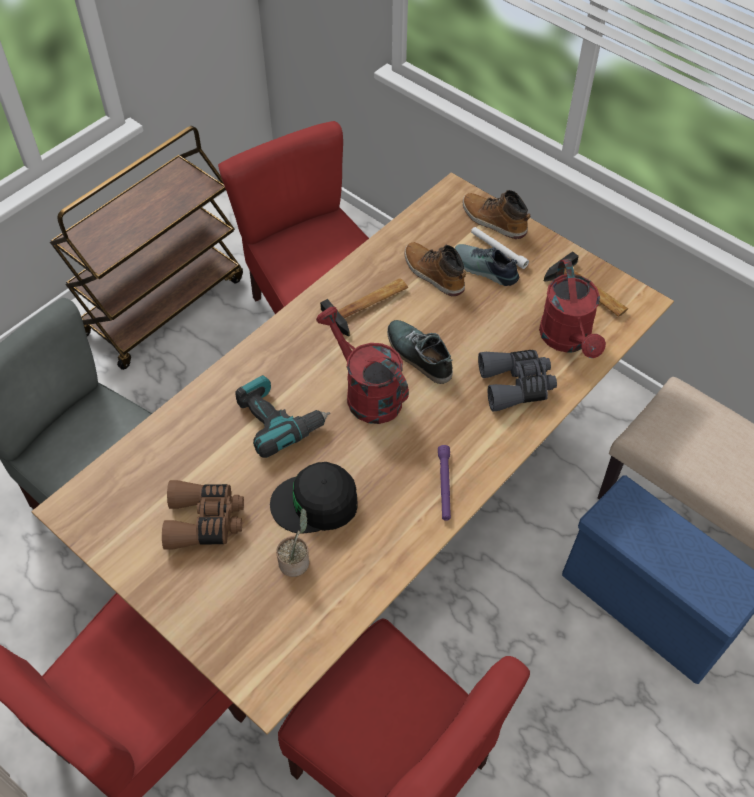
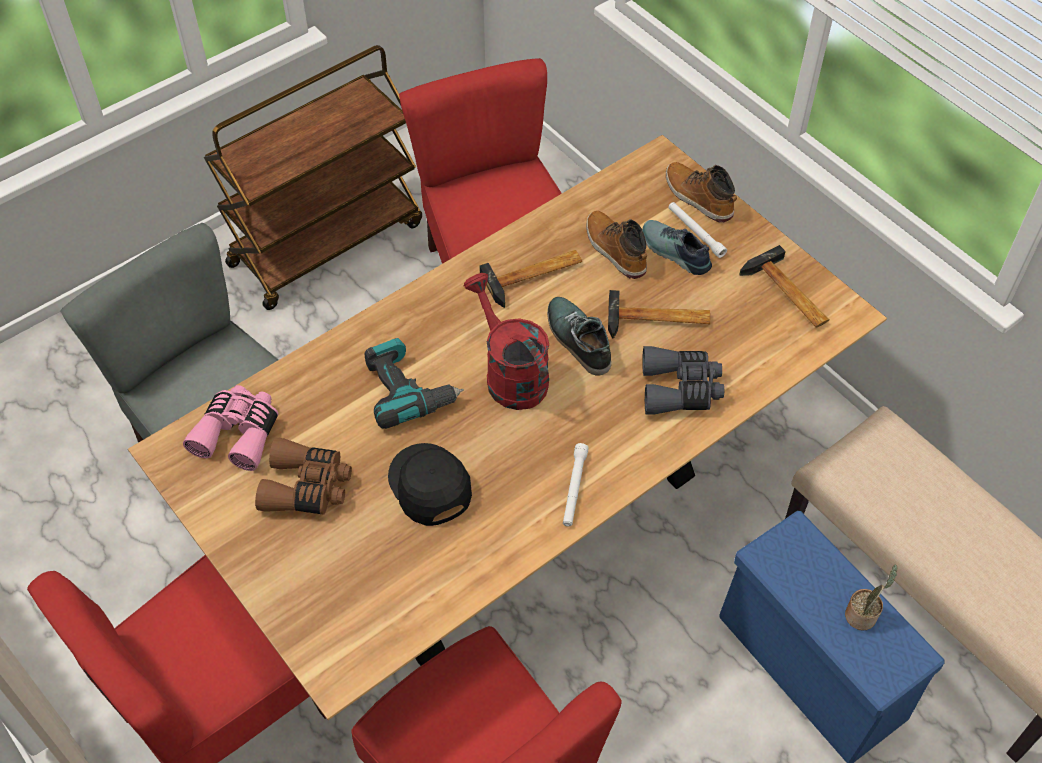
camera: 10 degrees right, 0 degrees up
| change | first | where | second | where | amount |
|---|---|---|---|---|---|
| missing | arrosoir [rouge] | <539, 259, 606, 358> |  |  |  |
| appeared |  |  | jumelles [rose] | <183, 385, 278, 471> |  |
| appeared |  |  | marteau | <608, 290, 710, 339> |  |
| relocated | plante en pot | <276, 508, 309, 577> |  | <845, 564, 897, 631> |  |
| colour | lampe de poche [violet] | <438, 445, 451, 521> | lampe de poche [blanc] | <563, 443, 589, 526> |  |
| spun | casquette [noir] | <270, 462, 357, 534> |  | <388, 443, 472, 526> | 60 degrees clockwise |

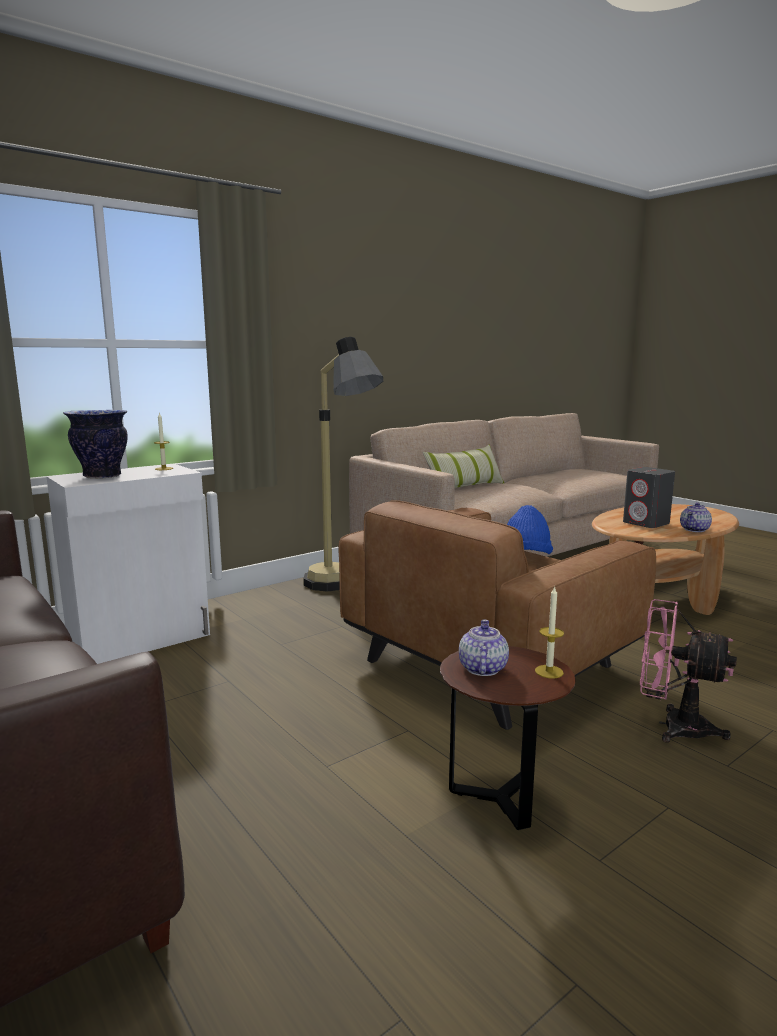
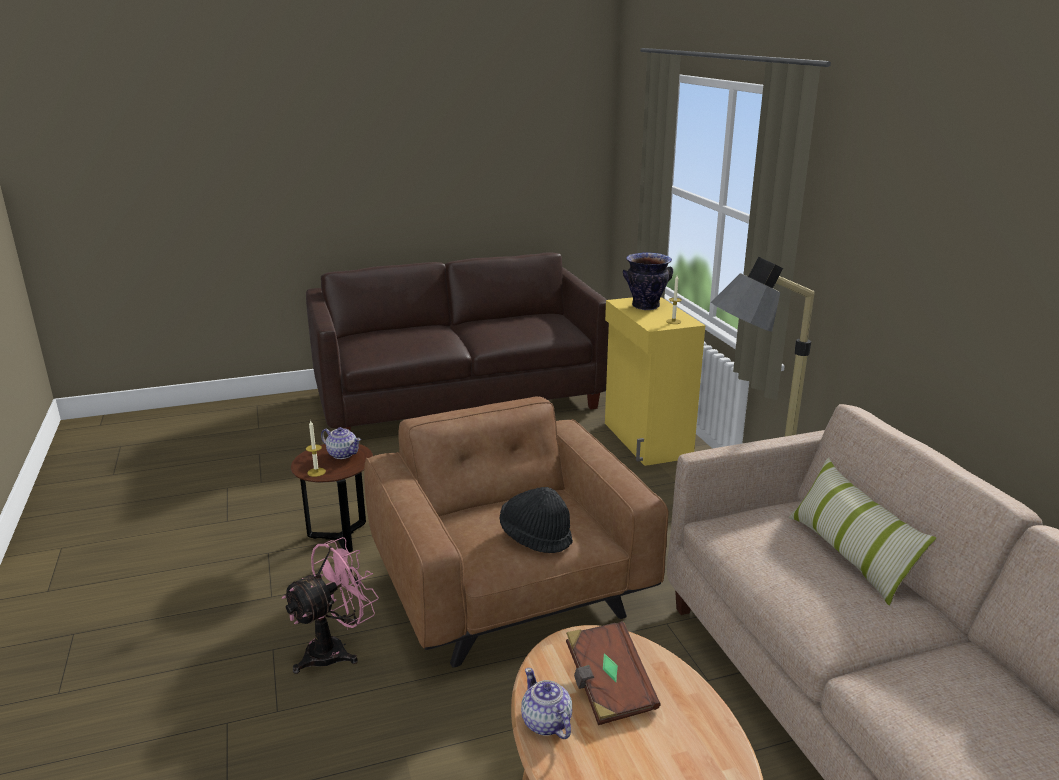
camera: 110 degrees right, 10 degrees up
| change | first | where | second | where | amount |
|---|---|---|---|---|---|
| exchanged | enceinte [gris] | <623, 467, 675, 528> | livre [marron] | <566, 621, 661, 725> |  |
| colour | meuble de rangement [blanc] | <46, 464, 210, 664> | meuble de rangement [jaune] | <605, 297, 705, 466> |  |
| colour | chapeau [bleu] | <507, 505, 553, 554> | chapeau [noir] | <499, 487, 573, 553> |  |

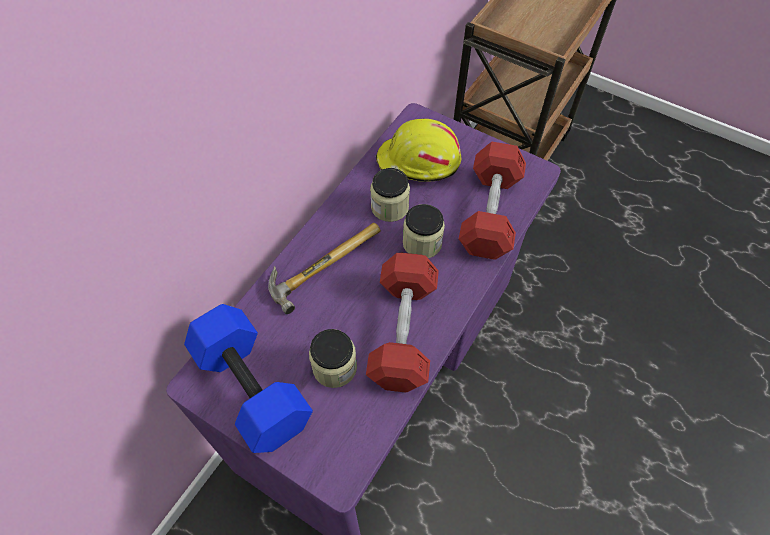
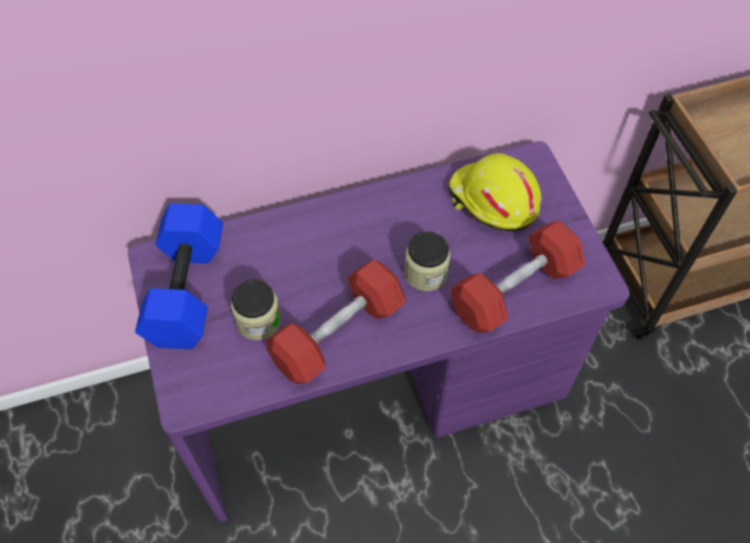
camera: 40 degrees right, 0 degrees up
| change | first | where | second | where | amount |
|---|---|---|---|---|---|
| missing | marteau | <268, 223, 381, 314> |  |  |  |
| missing | bocal | <370, 168, 410, 222> |  |  |  |

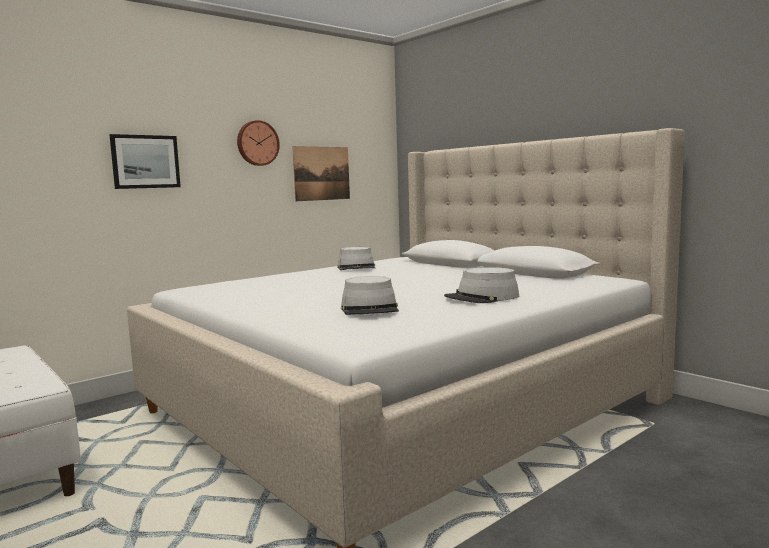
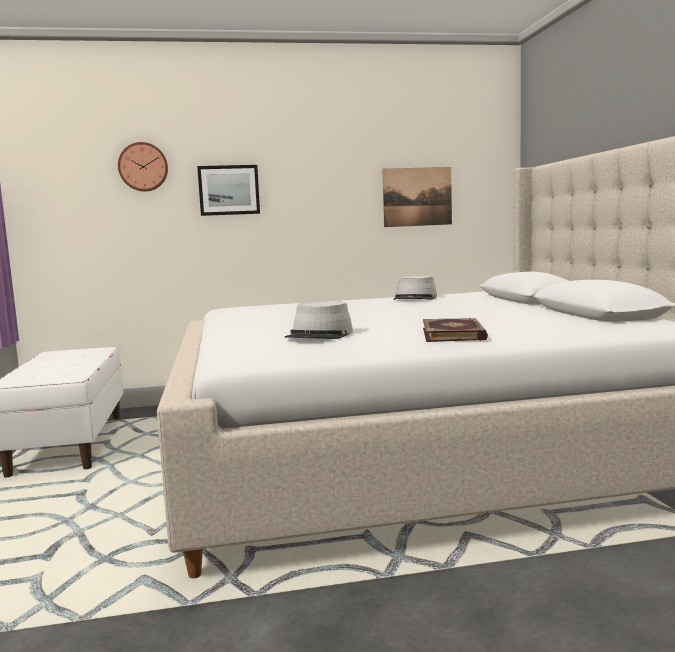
camera: 30 degrees right, 0 degrees up
| change | first | where | second | where | amount |
|---|---|---|---|---|---|
| relocated | horloge murale | <237, 120, 280, 166> |  | <118, 142, 168, 192> |  |
| exchanged | chapeau [gris] | <444, 267, 519, 303> | livre | <423, 318, 488, 342> |  |

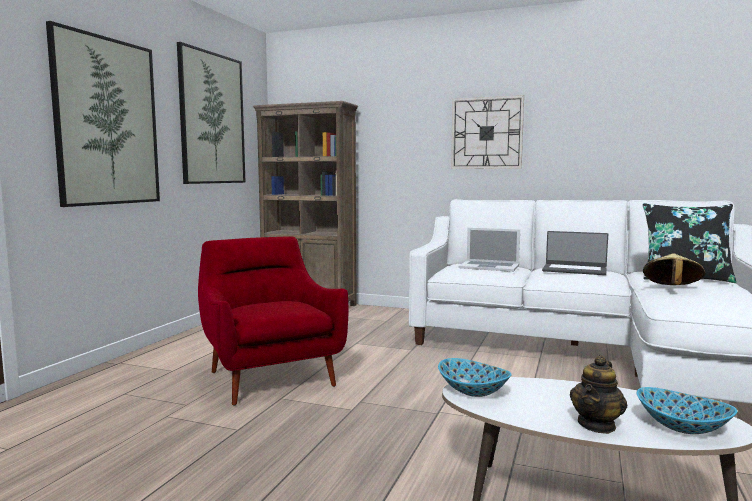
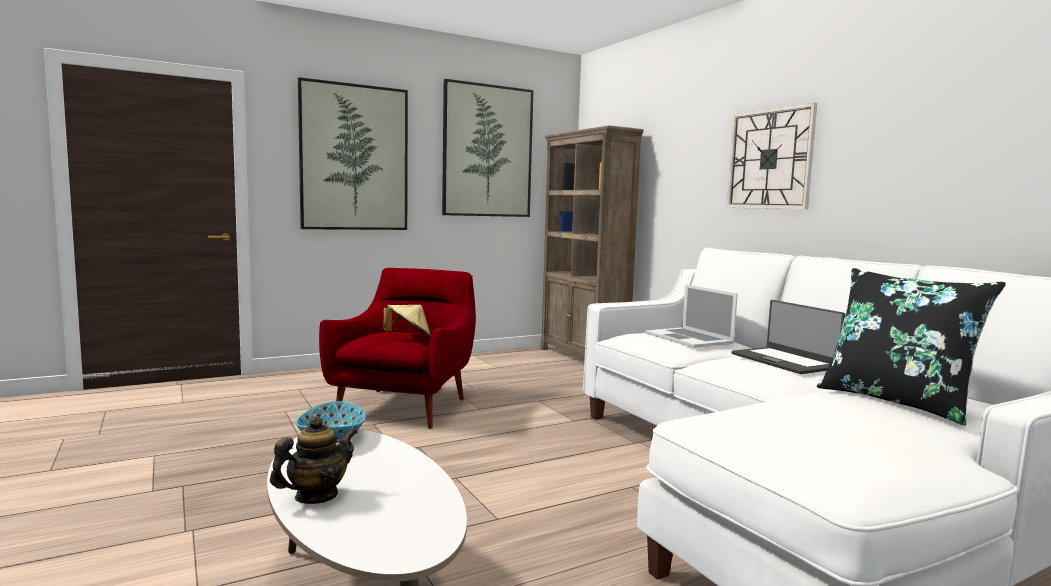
camera: 40 degrees right, 0 degrees up
| change | first | where | second | where | amount |
|---|---|---|---|---|---|
| missing | bol | <637, 387, 737, 434> |  |  |  |
| relocated | chapeau [beige] | <643, 253, 705, 285> |  | <383, 305, 431, 337> |  |
| spun | théière | <570, 355, 627, 434> |  | <270, 416, 357, 504> | 150 degrees clockwise |

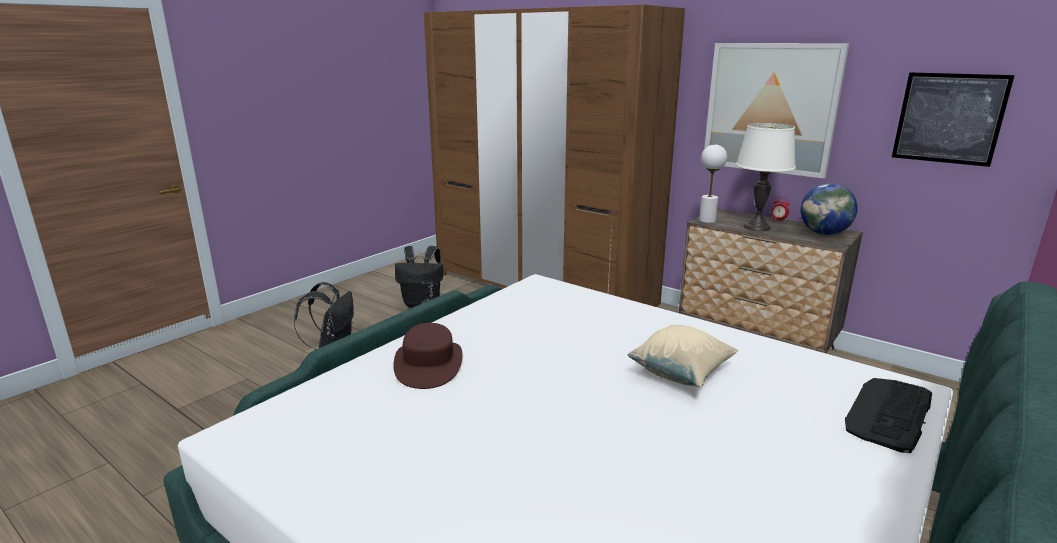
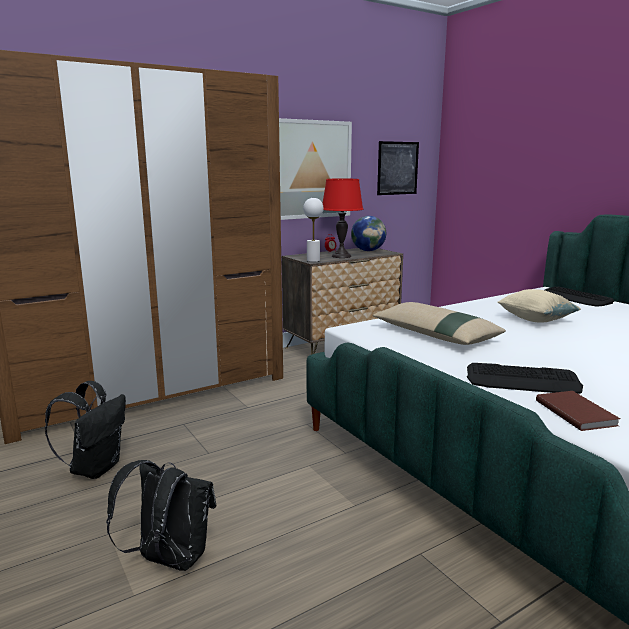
camera: 70 degrees left, 5 degrees down
| change | first | where | second | where | amount |
|---|---|---|---|---|---|
| appeared |  |  | coussin [beige] | <373, 302, 506, 345> |  |
| appeared |  |  | livre [marron] | <536, 391, 620, 431> |  |
| exchanged | chapeau [marron] | <393, 323, 463, 389> | clavier | <467, 363, 583, 394> |  |
| colour | lampe de table [blanc] | <736, 123, 796, 231> | lampe de table [rouge] | <323, 178, 363, 258> |  |

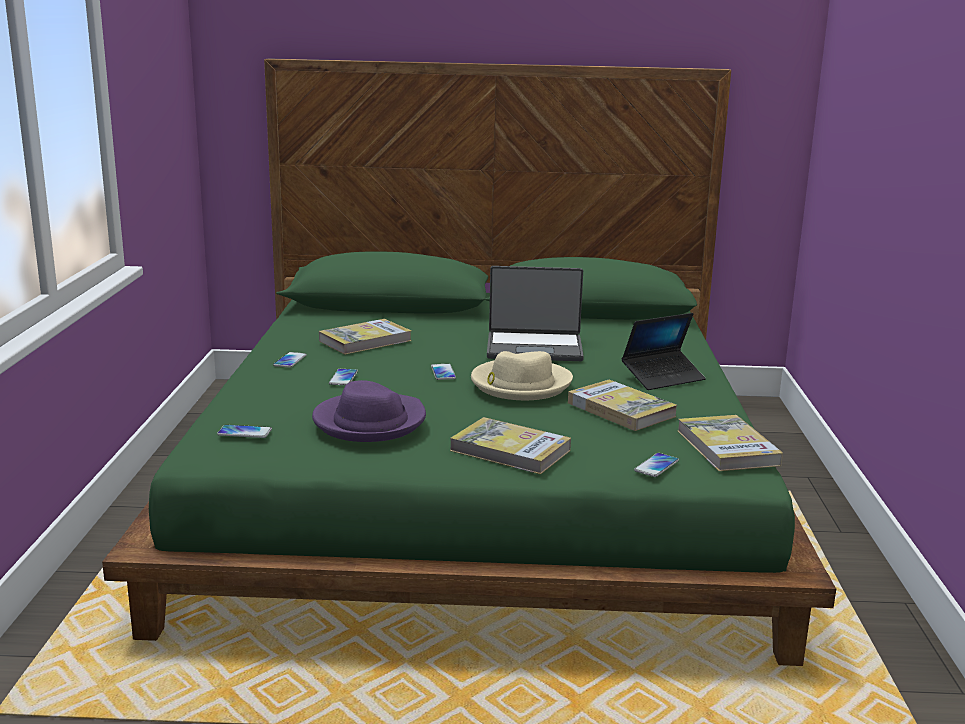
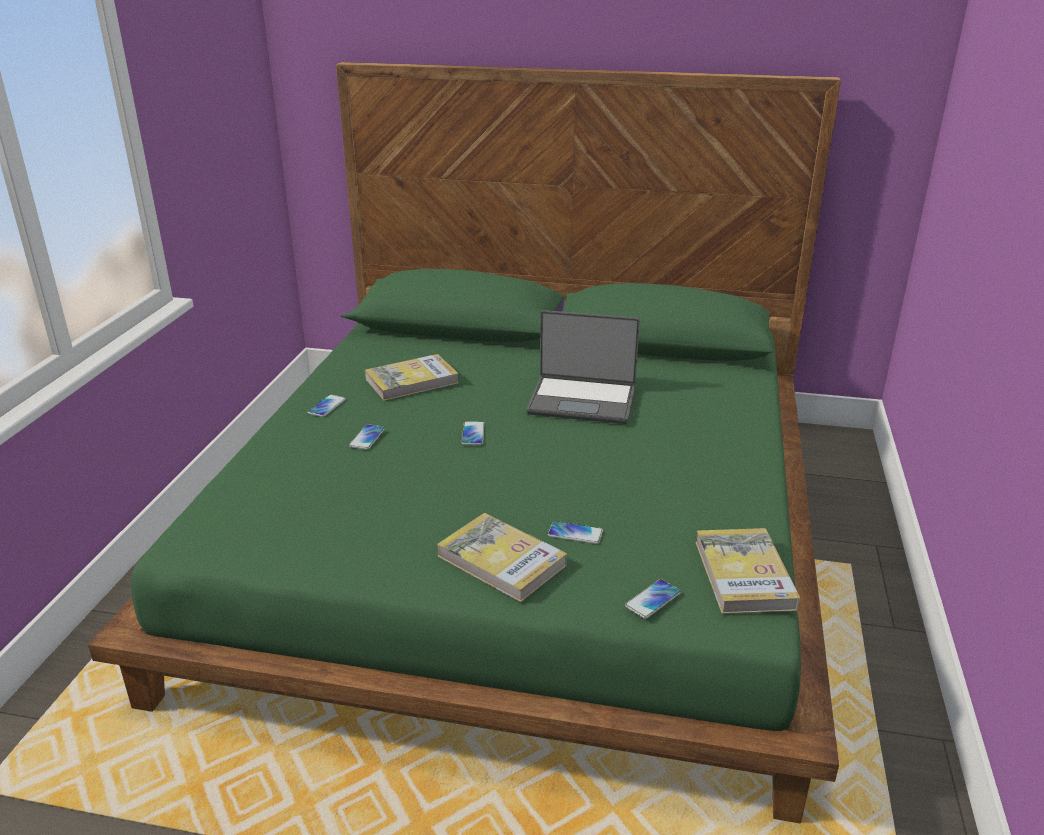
camera: 10 degrees right, 10 degrees up
| change | first | where | second | where | amount |
|---|---|---|---|---|---|
| missing | chapeau [violet] | <312, 380, 426, 442> |  |  |  |
| missing | chapeau [beige] | <471, 351, 573, 400> |  |  |  |
| missing | livre | <568, 379, 677, 431> |  |  |  |
| missing | ordinateur portable | <621, 313, 706, 390> |  |  |  |
| relocated | téléphone | <217, 425, 272, 438> |  | <548, 521, 603, 544> |  |

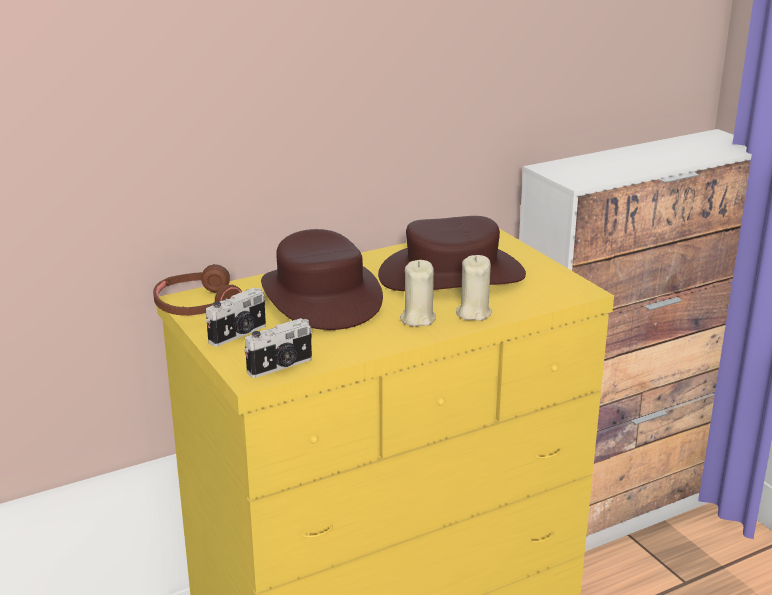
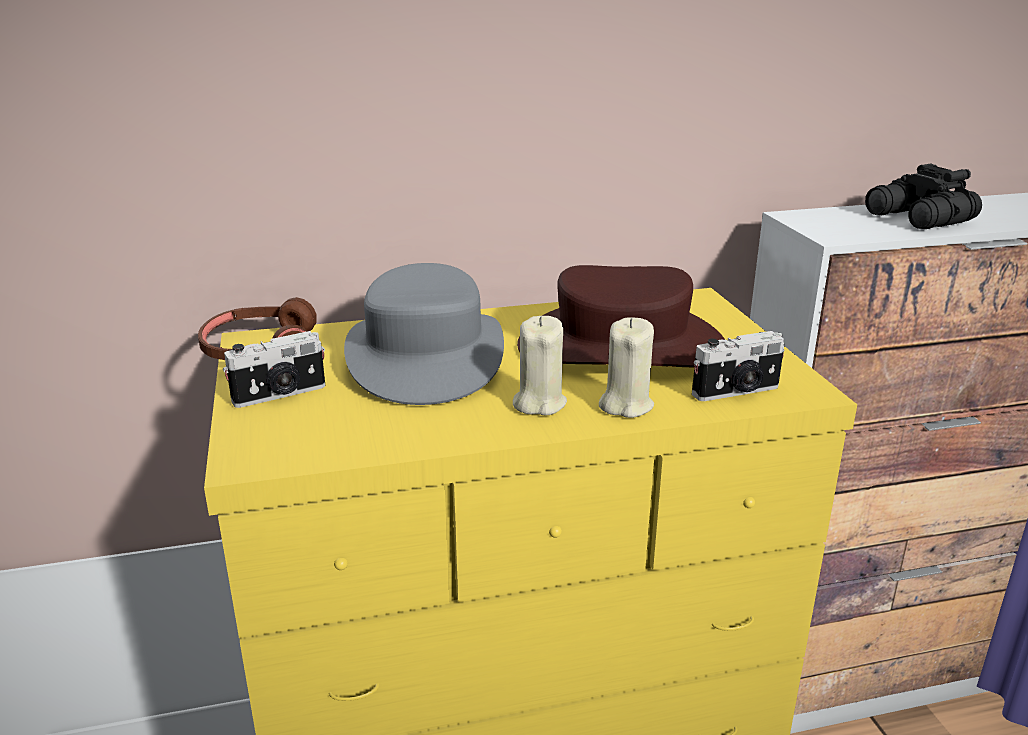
camera: 15 degrees right, 0 degrees up
| change | first | where | second | where | amount |
|---|---|---|---|---|---|
| appeared |  |  | jumelles [noir] | <865, 164, 982, 229> |  |
| relocated | appareil photo | <244, 318, 312, 378> |  | <692, 331, 785, 401> |  |
| colour | chapeau [marron] | <261, 229, 383, 330> | chapeau [gris] | <344, 263, 504, 405> |  |

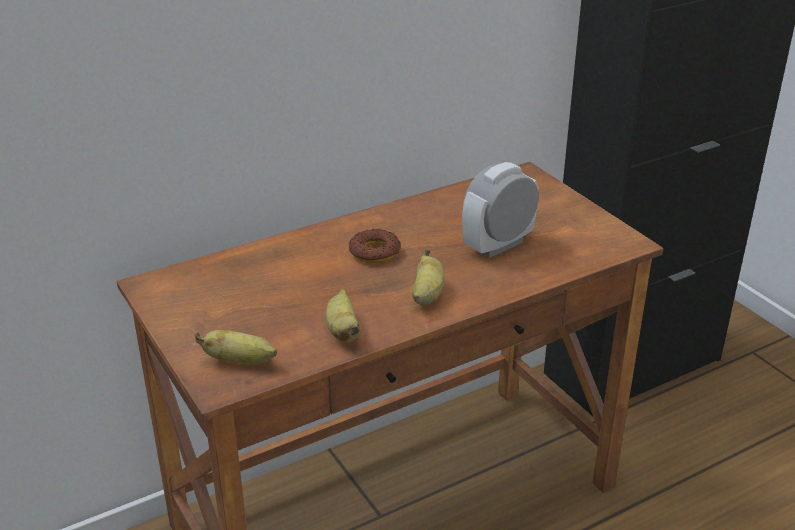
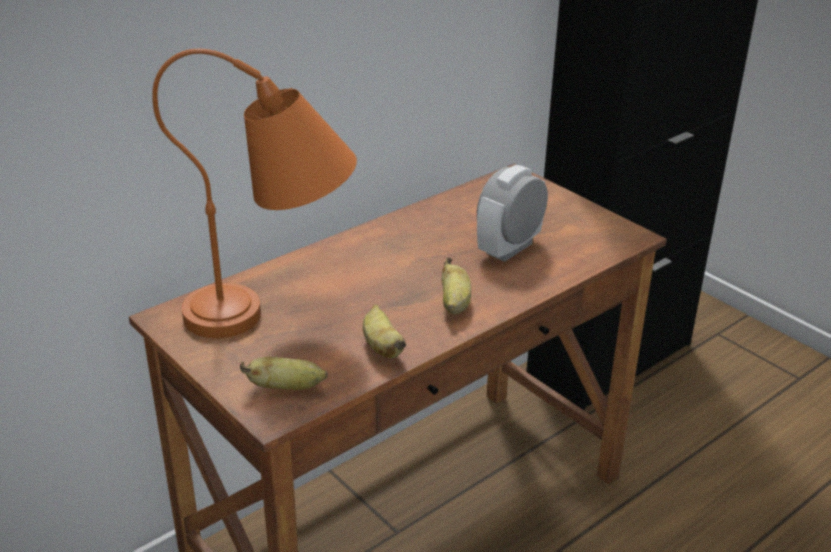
camera: 10 degrees left, 0 degrees up
| change | first | where | second | where | amount |
|---|---|---|---|---|---|
| missing | beignet | <349, 229, 401, 263> |  |  |  |
| appeared |  |  | lampe de table [orange] | <152, 49, 357, 338> |  |

